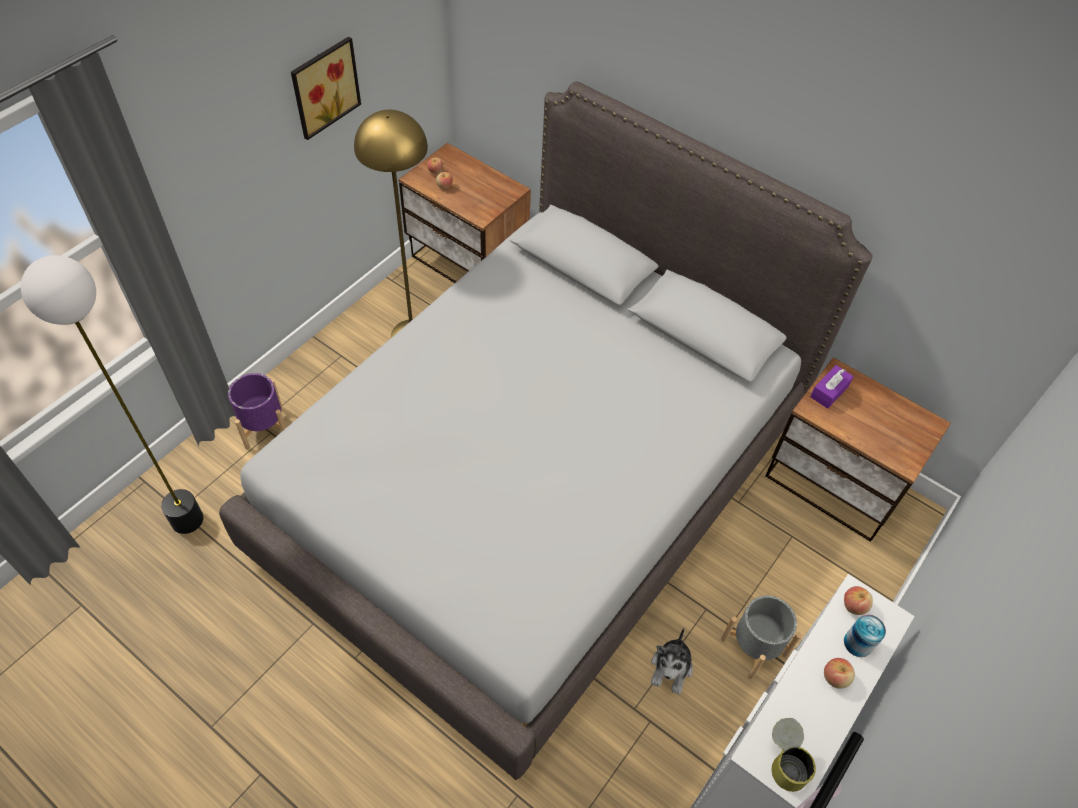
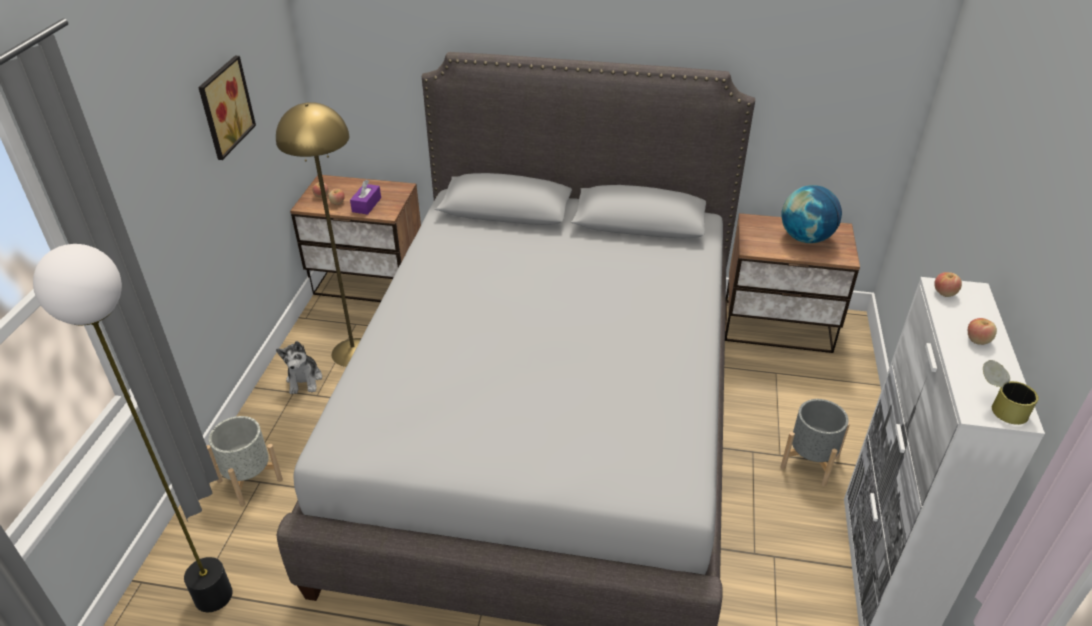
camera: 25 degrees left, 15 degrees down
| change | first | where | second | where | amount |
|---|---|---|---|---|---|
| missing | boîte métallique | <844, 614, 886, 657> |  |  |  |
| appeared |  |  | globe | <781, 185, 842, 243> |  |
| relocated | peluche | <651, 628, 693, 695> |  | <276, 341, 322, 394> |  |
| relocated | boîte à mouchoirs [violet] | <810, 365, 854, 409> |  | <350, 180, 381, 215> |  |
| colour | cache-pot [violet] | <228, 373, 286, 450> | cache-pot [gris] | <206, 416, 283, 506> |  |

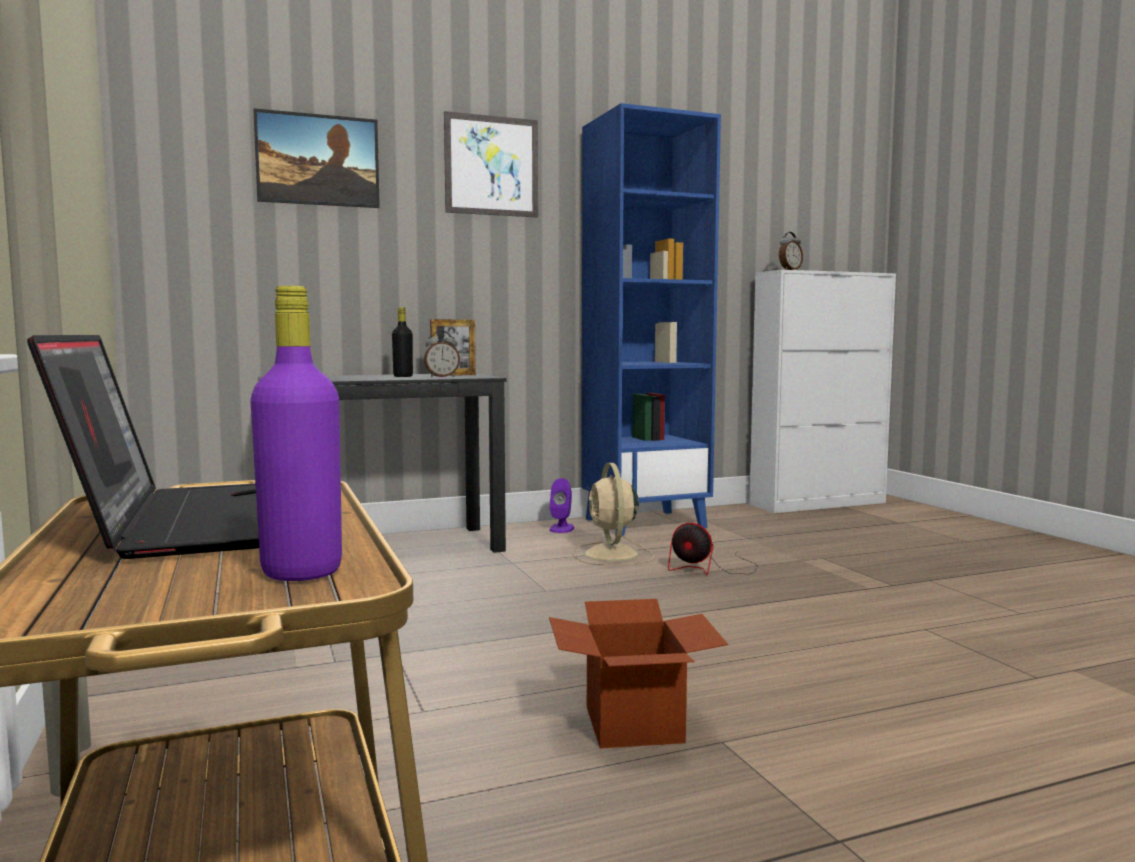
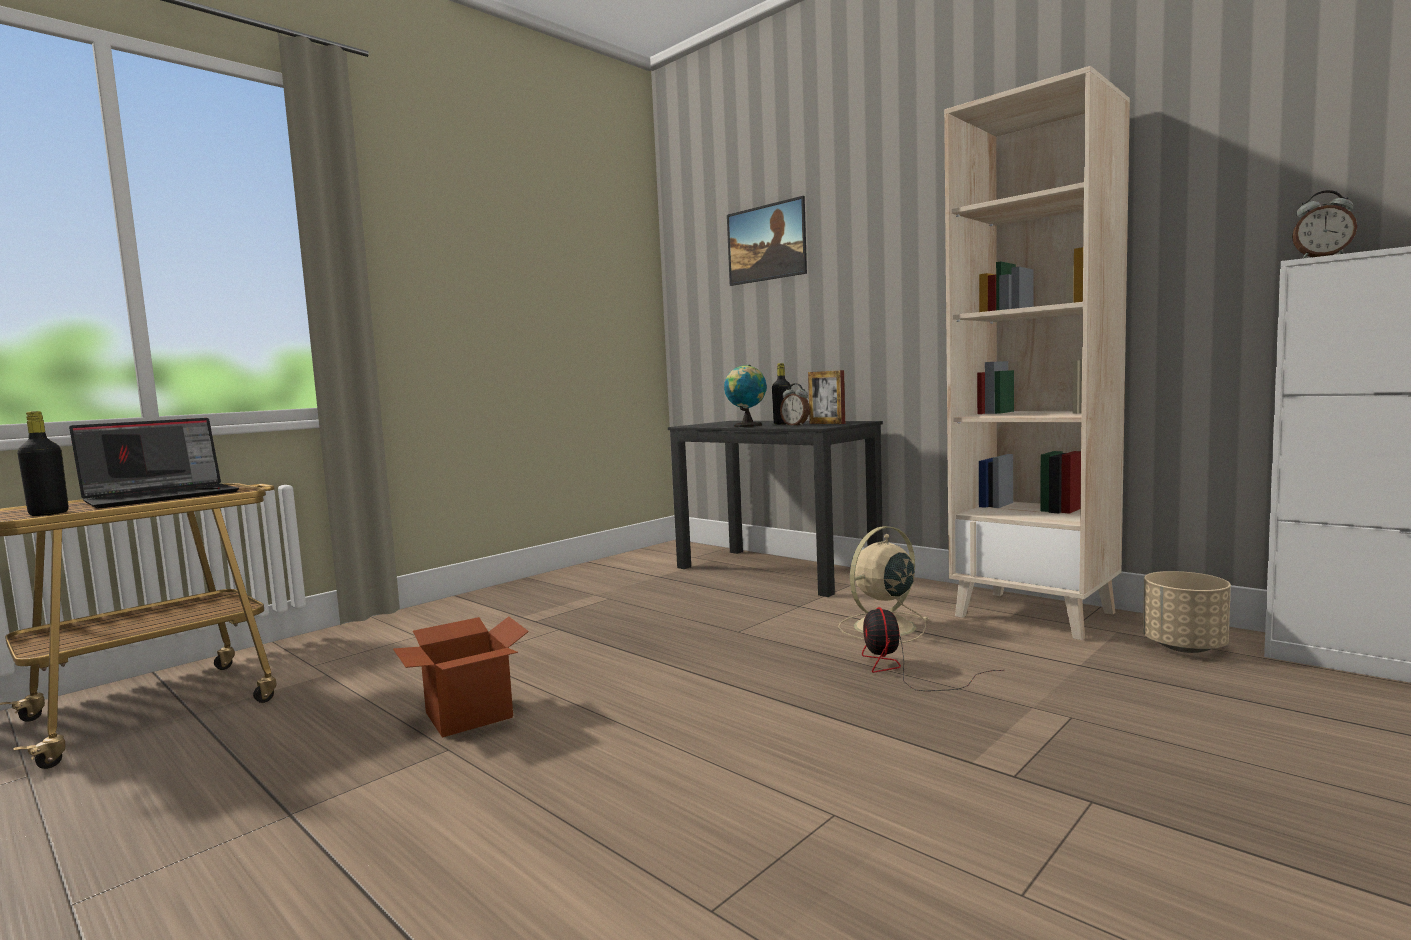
camera: 65 degrees right, 0 degrees up
| change | first | where | second | where | amount |
|---|---|---|---|---|---|
| missing | tableau | <444, 111, 538, 217> |  |  |  |
| missing | enceinte [violet] | <549, 478, 574, 533> |  |  |  |
| appeared |  |  | globe | <724, 365, 767, 427> |  |
| appeared |  |  | cache-pot [beige] | <1143, 571, 1231, 653> |  |
| colour | bouteille [violet] | <250, 286, 342, 581> | bouteille [noir] | <17, 411, 69, 516> |  |
| colour | bibliothèque [bleu] | <582, 103, 721, 536> | bibliothèque [beige] | <944, 66, 1130, 640> |  |

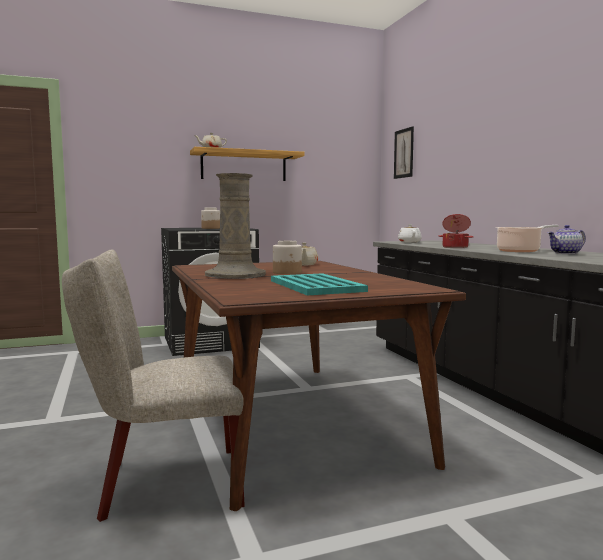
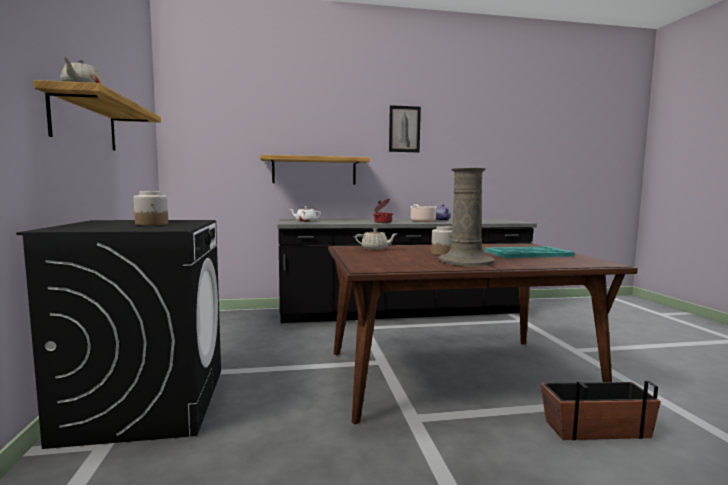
camera: 80 degrees left, 0 degrees up
| change | first | where | second | where | amount |
|---|---|---|---|---|---|
| appeared |  |  | étagère | <260, 155, 370, 184> |  |
| relocated | tableau | <394, 126, 414, 179> |  | <389, 105, 421, 152> |  |
| exchanged | chaise [beige] | <62, 249, 245, 522> | cache-pot | <540, 381, 661, 440> |  |

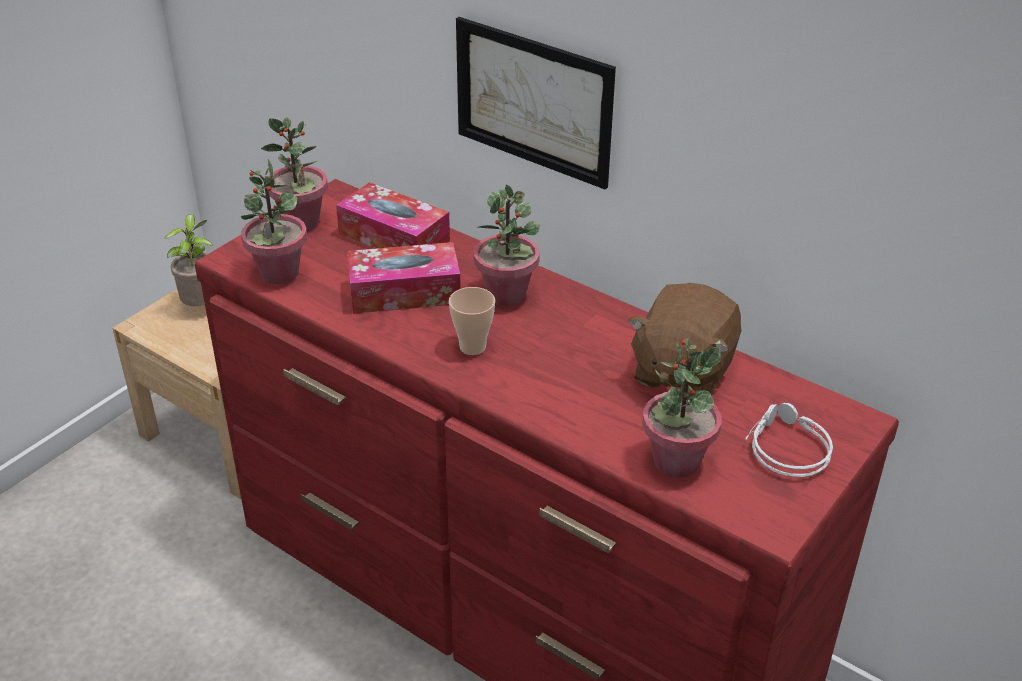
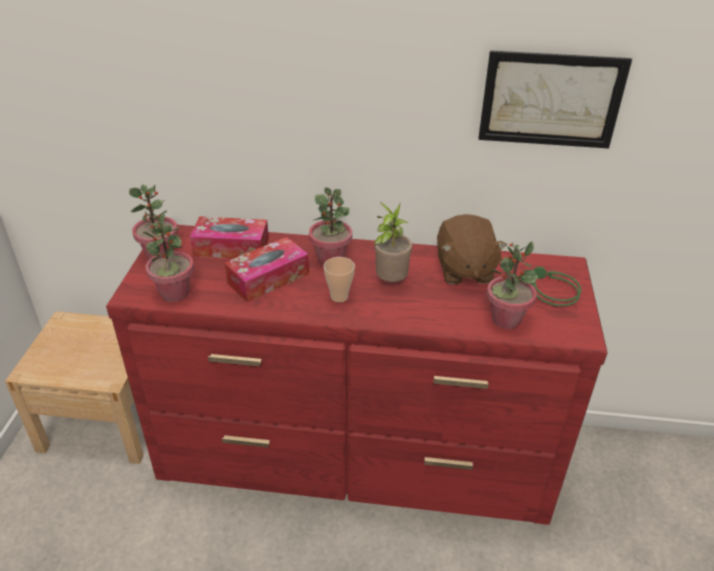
camera: 30 degrees left, 0 degrees up
| change | first | where | second | where | amount |
|---|---|---|---|---|---|
| relocated | plante en pot | <165, 214, 213, 306> |  | <374, 202, 412, 282> |  |
| relocated | tableau | <456, 17, 616, 189> |  | <478, 50, 632, 149> |  |
| colour | casque audio [gris] | <745, 403, 833, 477> | casque audio [vert] | <532, 267, 581, 306> |  |

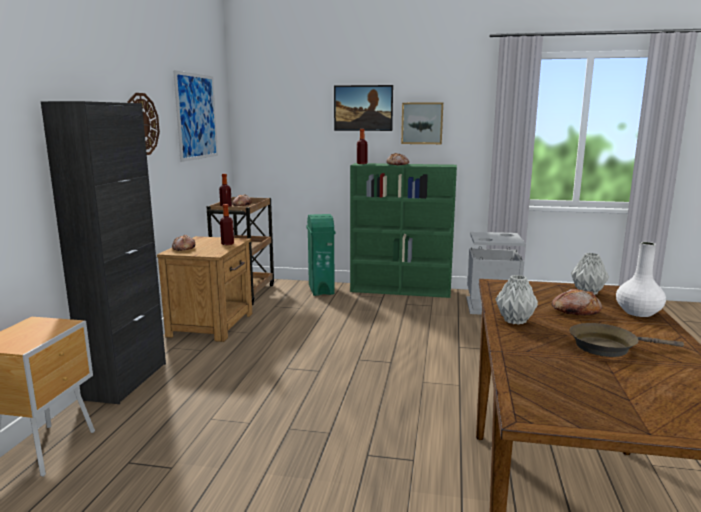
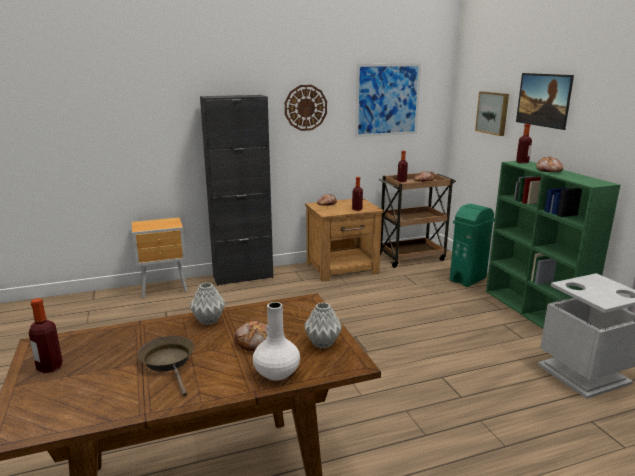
camera: 60 degrees right, 5 degrees up
| change | first | where | second | where | amount |
|---|---|---|---|---|---|
| appeared |  |  | bouteille | <29, 298, 63, 373> |  |
| relocated | tableau | <401, 102, 443, 144> |  | <475, 91, 509, 136> |  |

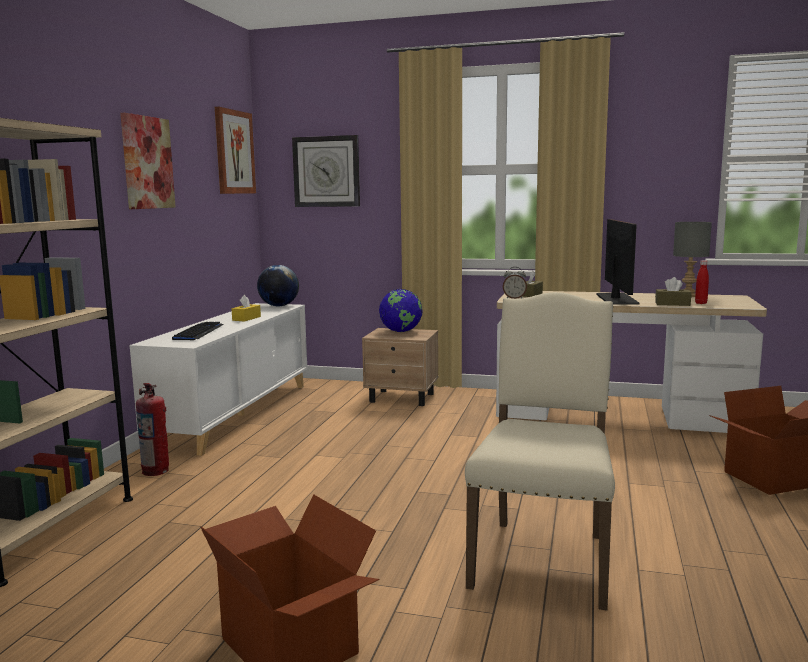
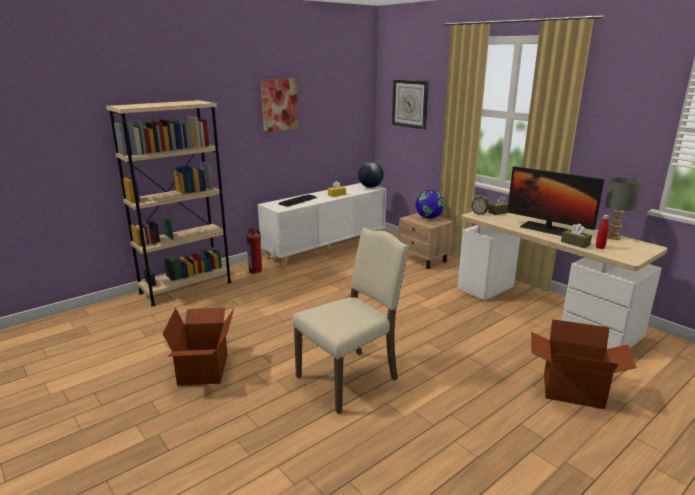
camera: 35 degrees right, 10 degrees up
| change | first | where | second | where | amount |
|---|---|---|---|---|---|
| missing | tableau | <215, 107, 256, 194> |  |  |  |
| spun | écran d'ordinateur | <596, 219, 640, 305> |  | <507, 166, 604, 236> | 90 degrees clockwise |

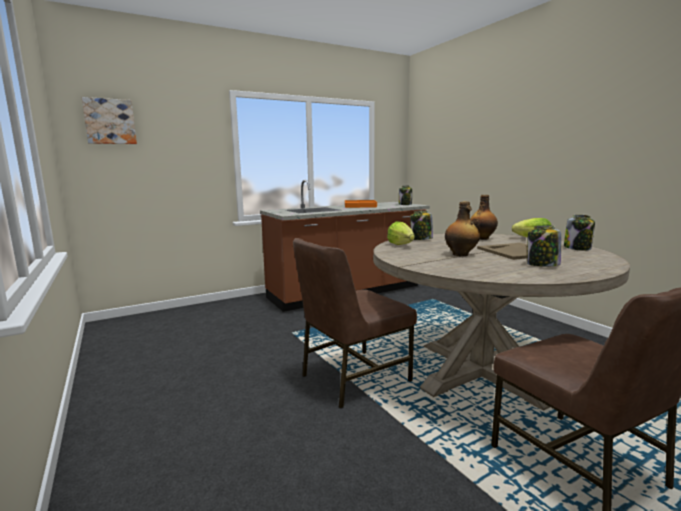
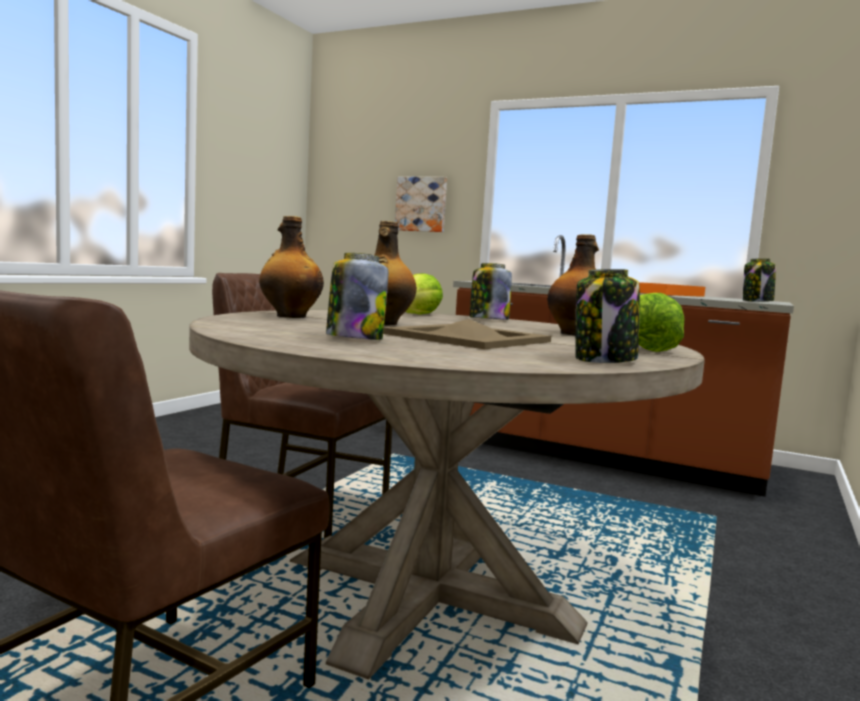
camera: 55 degrees right, 5 degrees down
| change | first | where | second | where | amount |
|---|---|---|---|---|---|
| appeared |  |  | bouteille | <259, 216, 324, 318> |  |
| relocated | tableau | <82, 97, 137, 144> |  | <395, 177, 447, 232> |  |

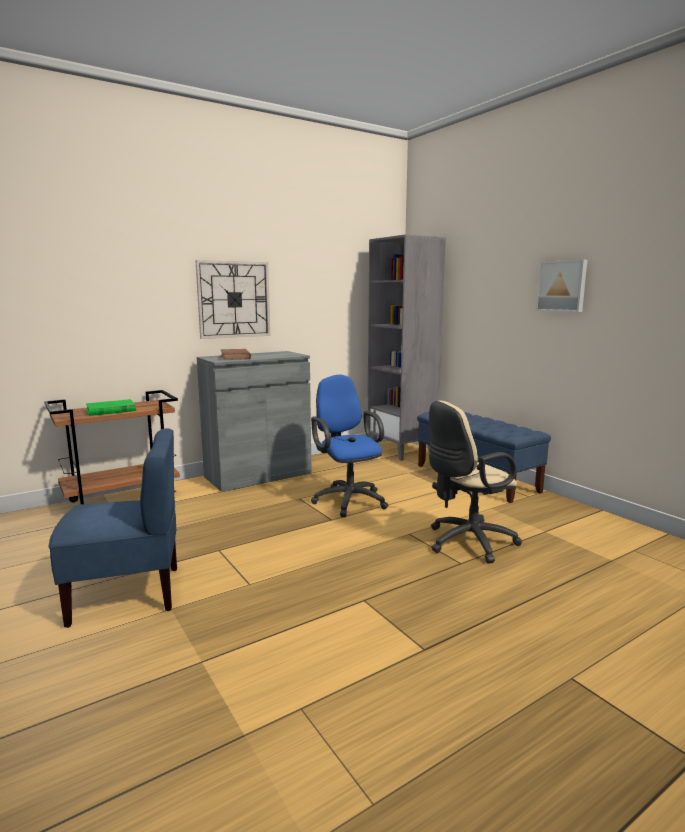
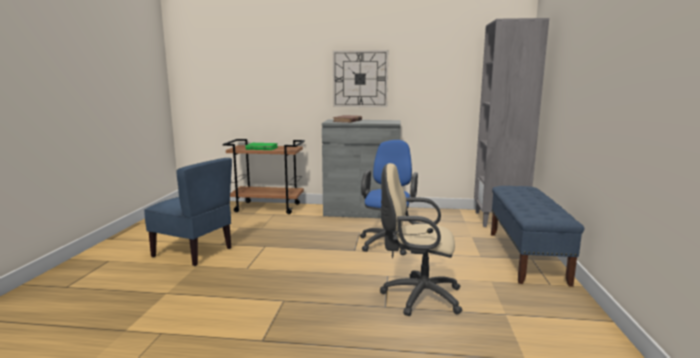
camera: 40 degrees right, 0 degrees up
| change | first | where | second | where | amount |
|---|---|---|---|---|---|
| missing | tableau | <536, 260, 587, 312> |  |  |  |

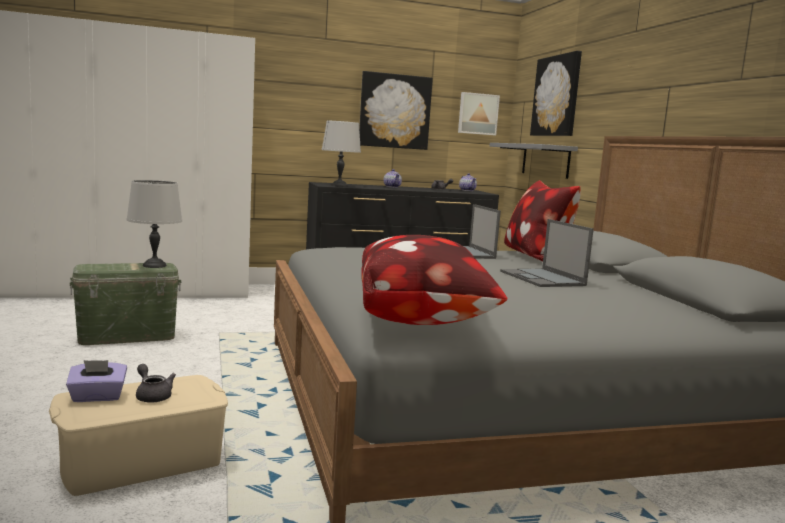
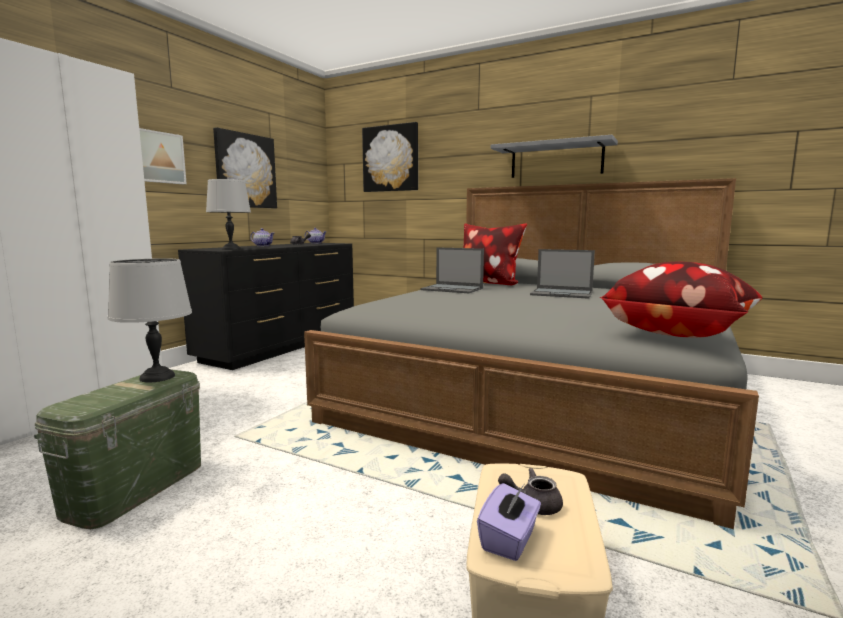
camera: 45 degrees left, 0 degrees up
| change | first | where | second | where | amount |
|---|---|---|---|---|---|
| relocated | tableau | <458, 92, 500, 135> |  | <139, 128, 187, 184> |  |
| relocated | étagère [gris] | <490, 143, 578, 179> |  | <490, 135, 618, 178> |  |

